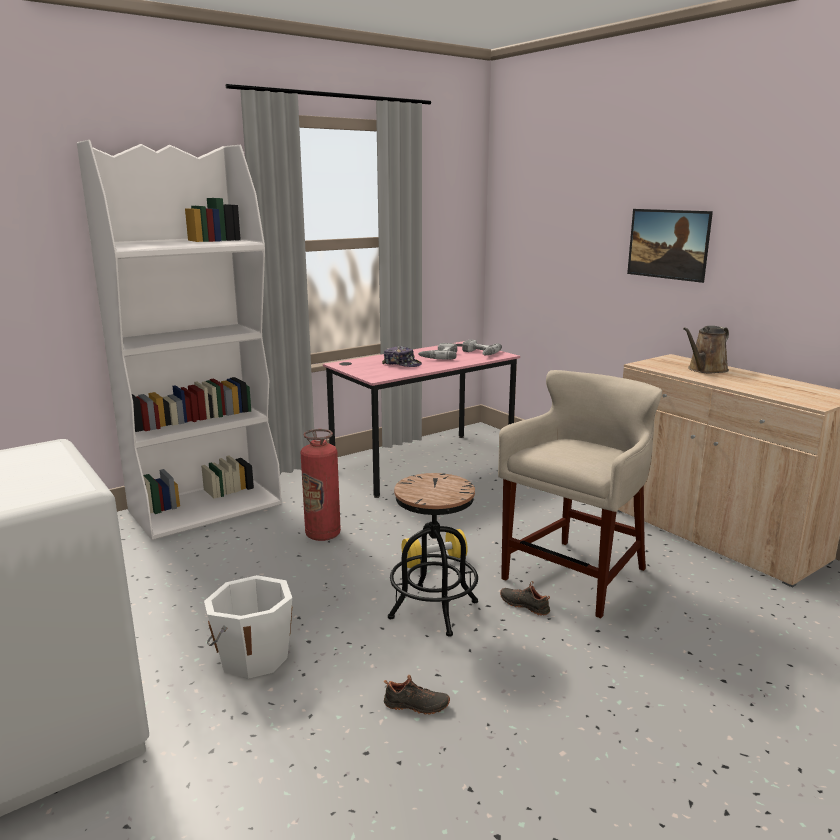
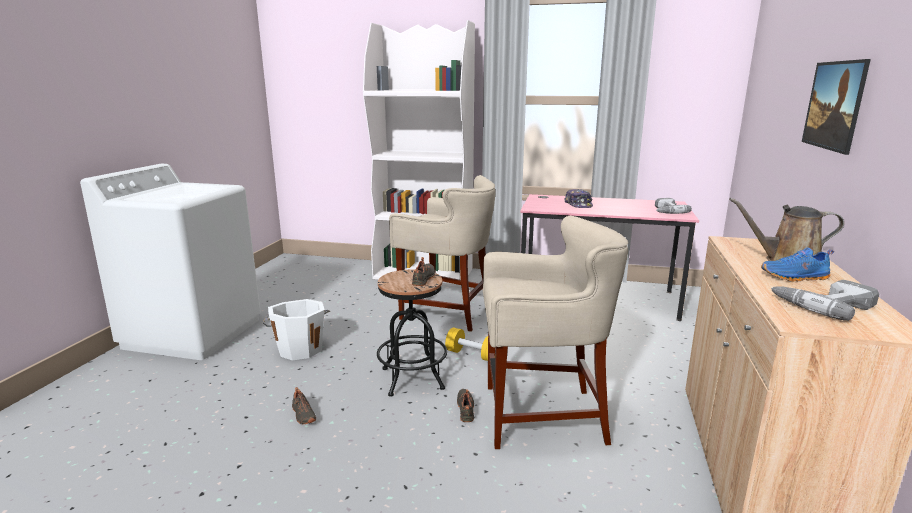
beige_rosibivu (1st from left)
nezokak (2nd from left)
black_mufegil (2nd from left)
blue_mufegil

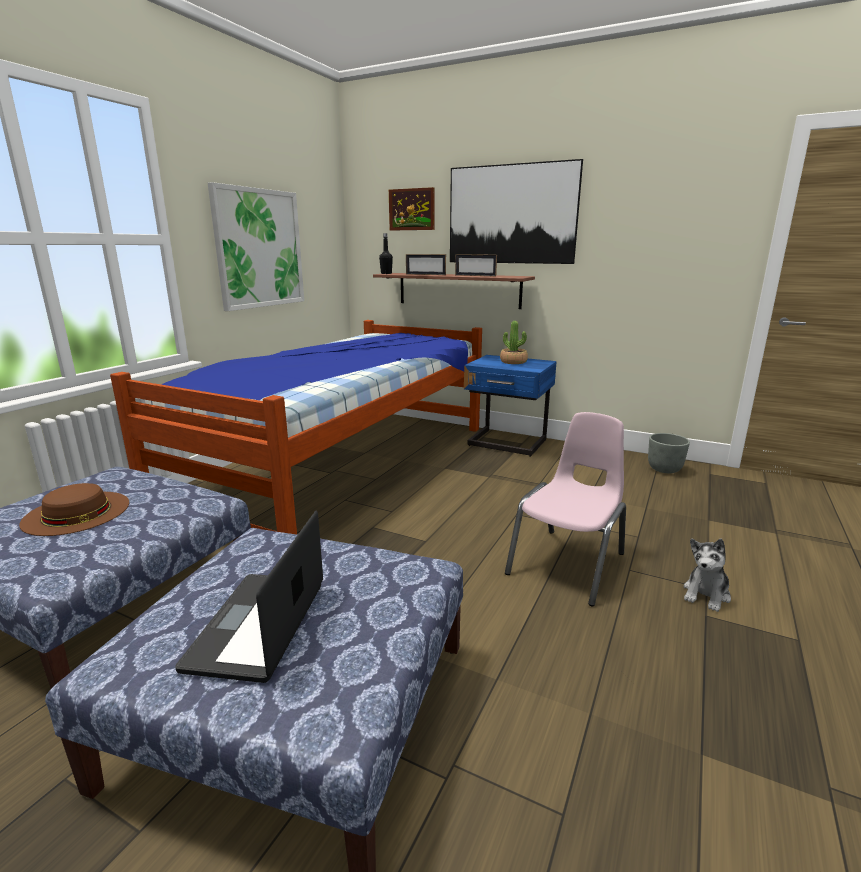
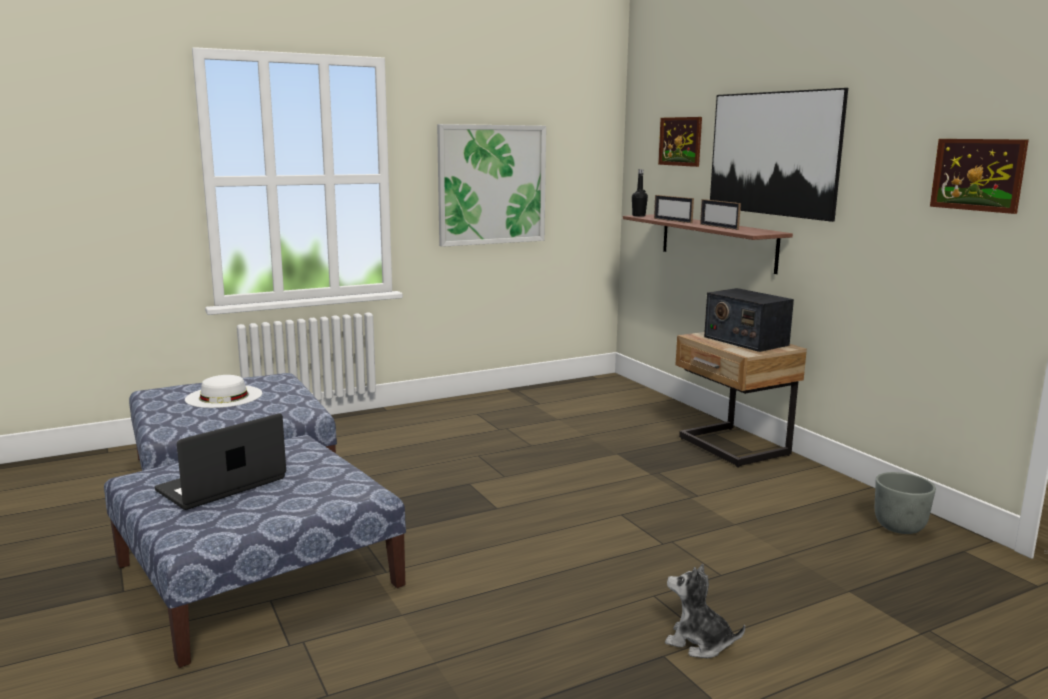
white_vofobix
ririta
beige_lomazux
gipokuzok
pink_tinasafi
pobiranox
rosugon (4th from left)

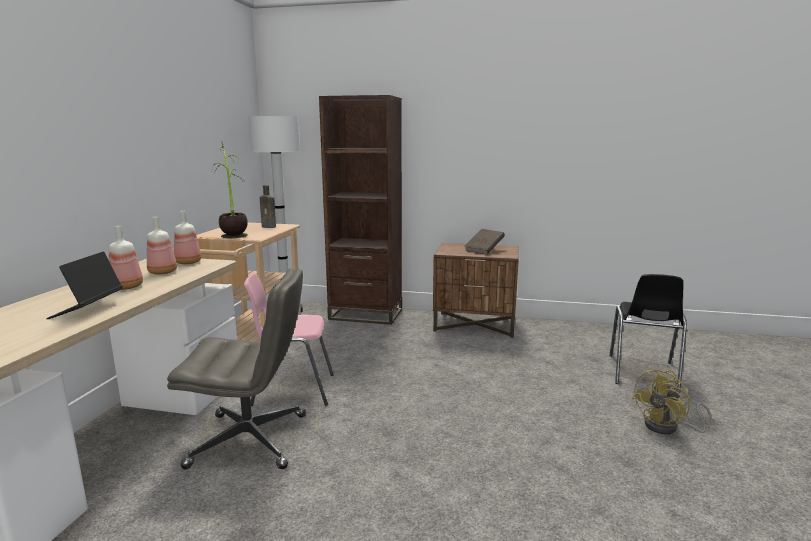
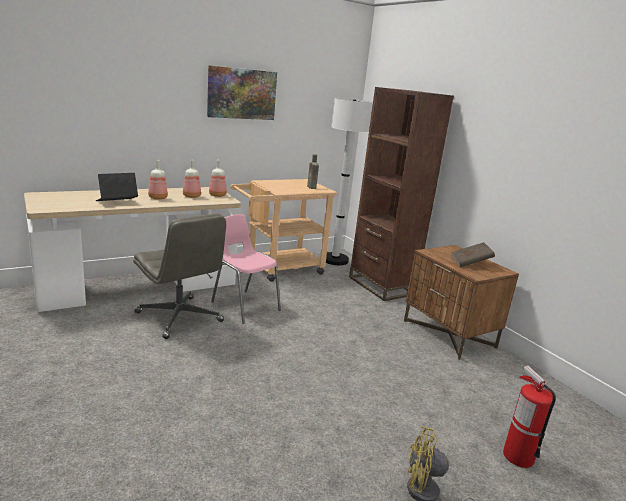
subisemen
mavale
rosugon

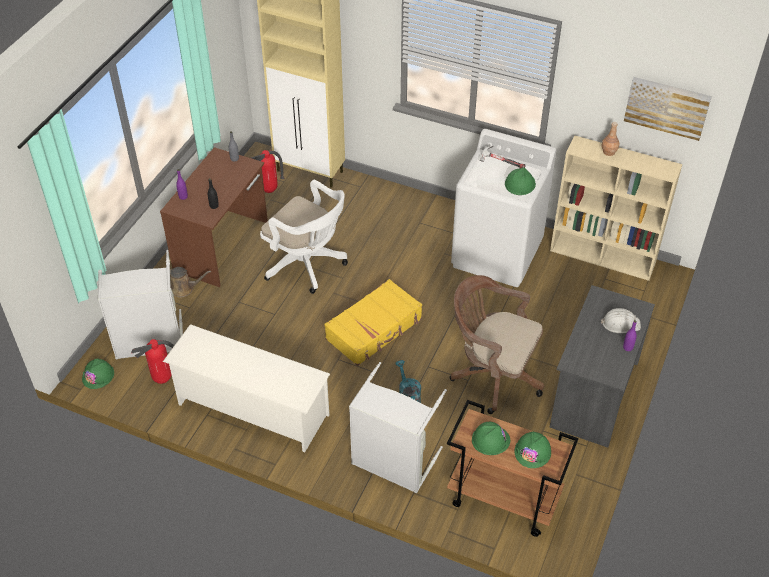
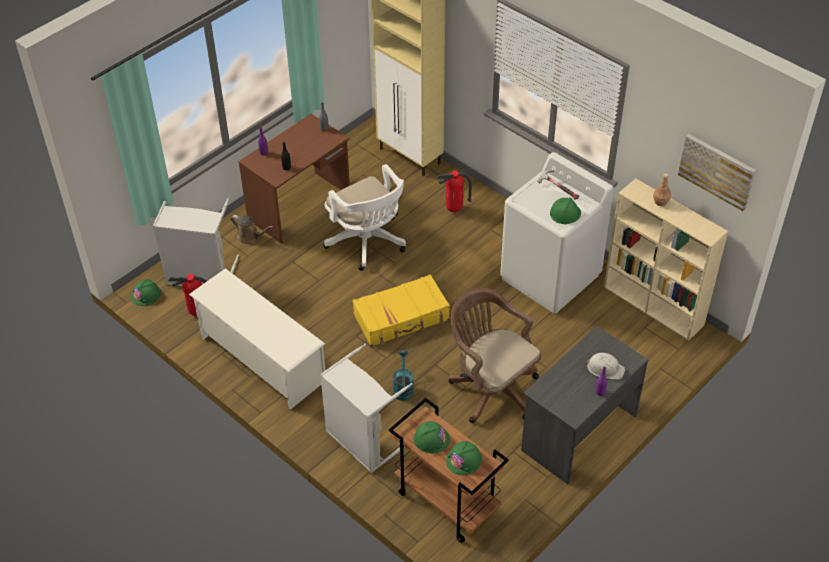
mavale (2nd from left)

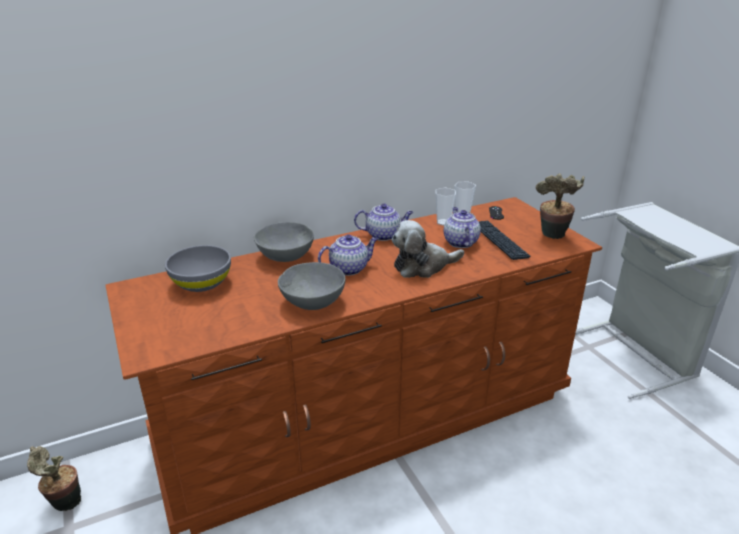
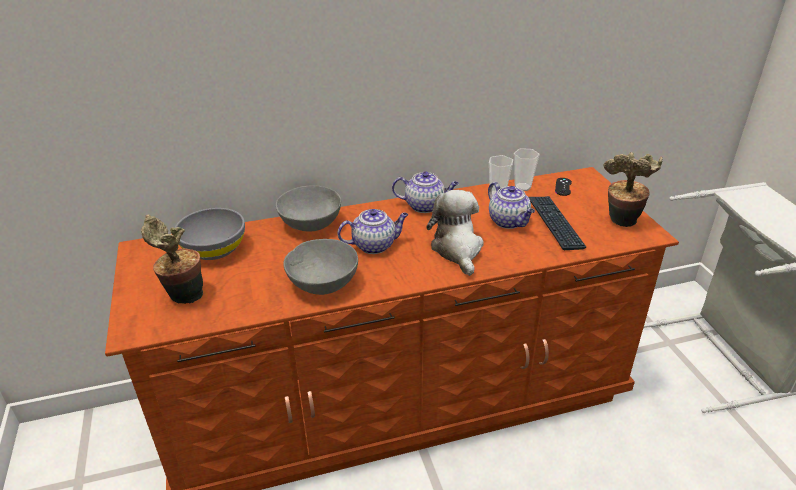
subisemen (1st from left)
pobiranox
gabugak (3rd from left)

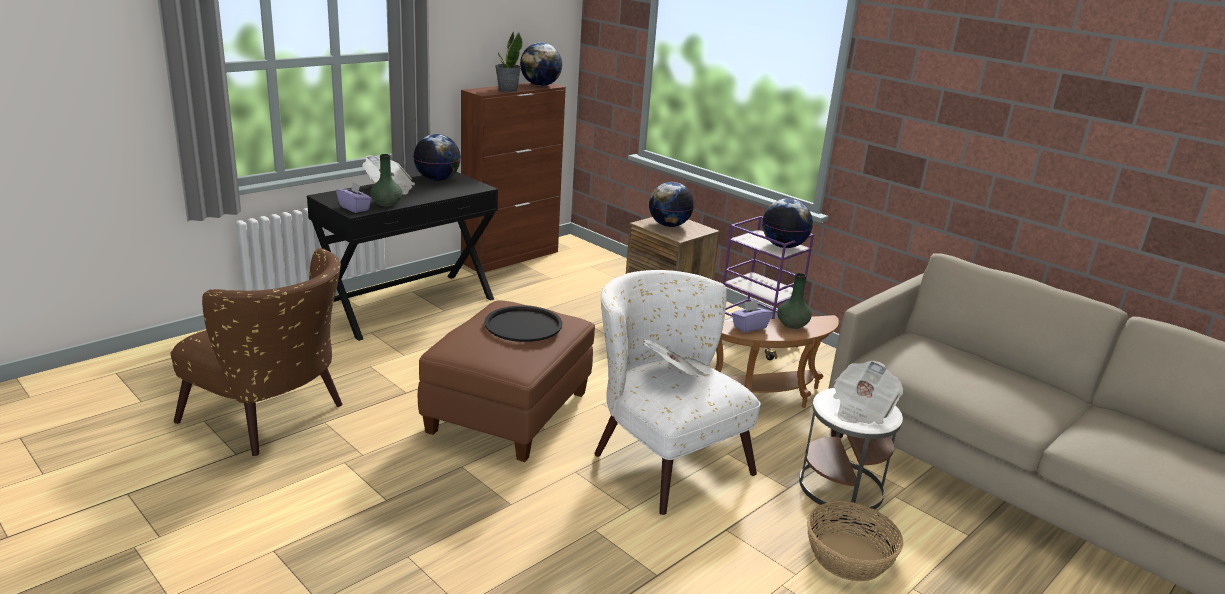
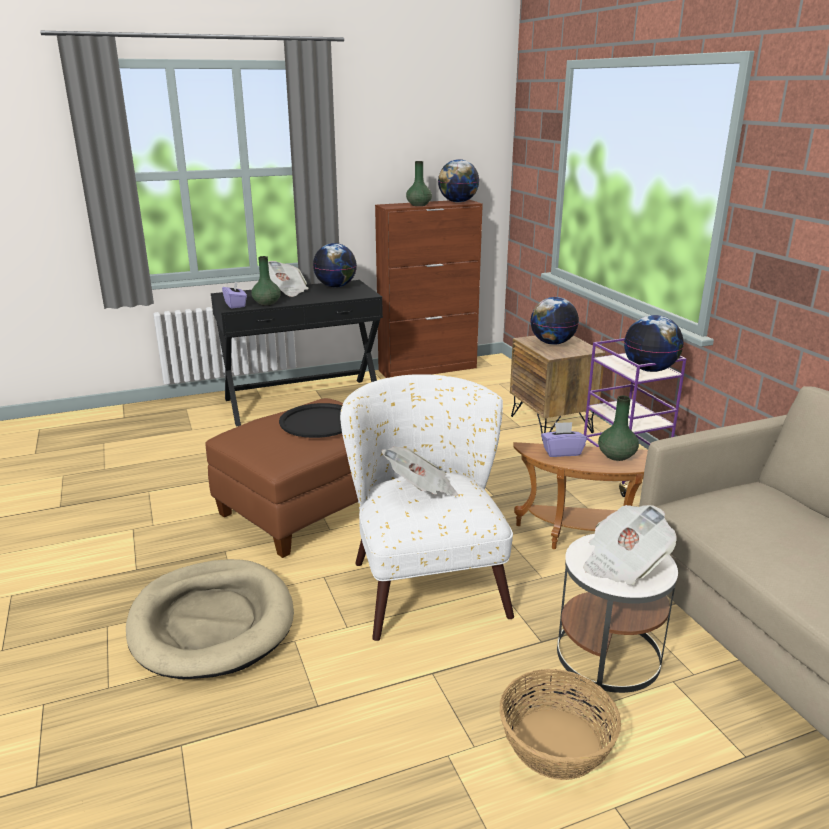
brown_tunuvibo
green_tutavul (2nd from left)
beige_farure

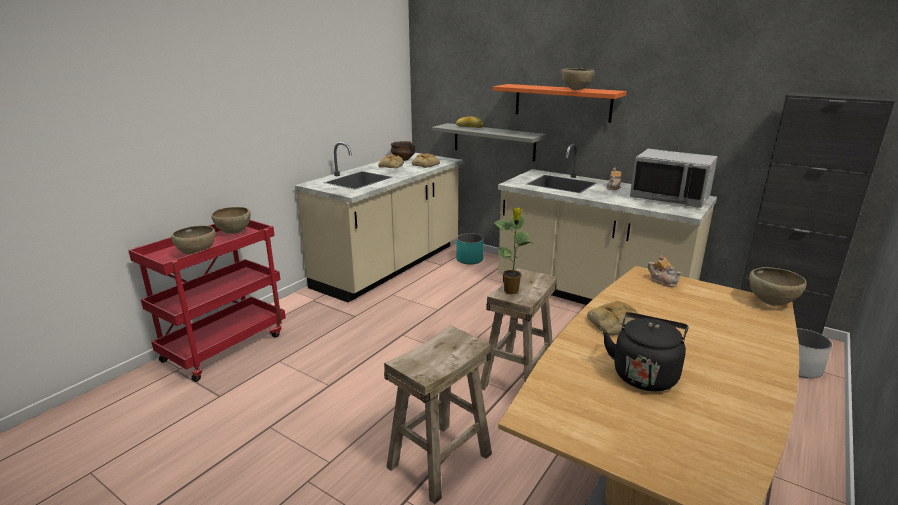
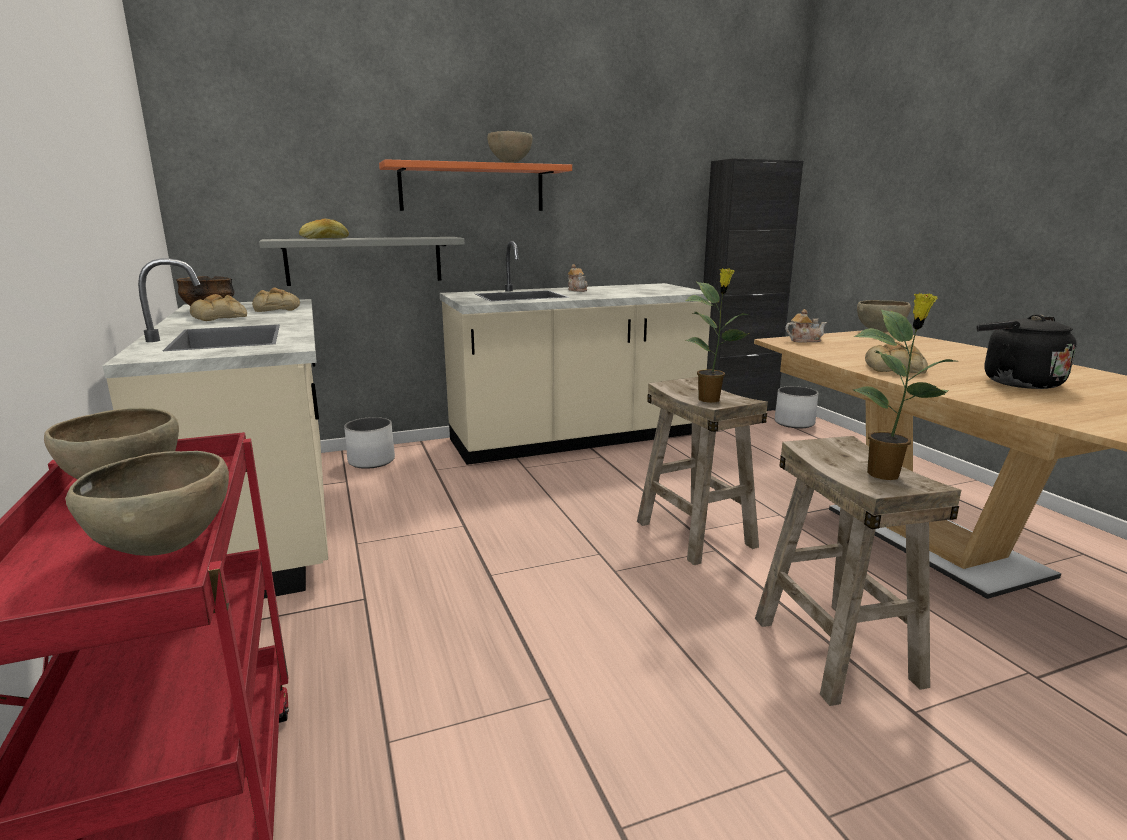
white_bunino (1st from left)
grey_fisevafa
subisemen (2nd from left)

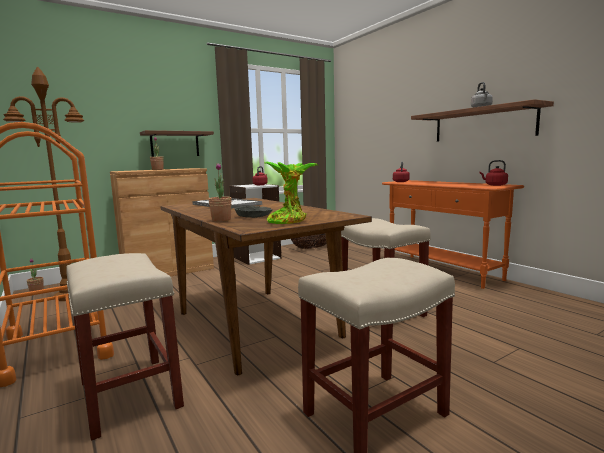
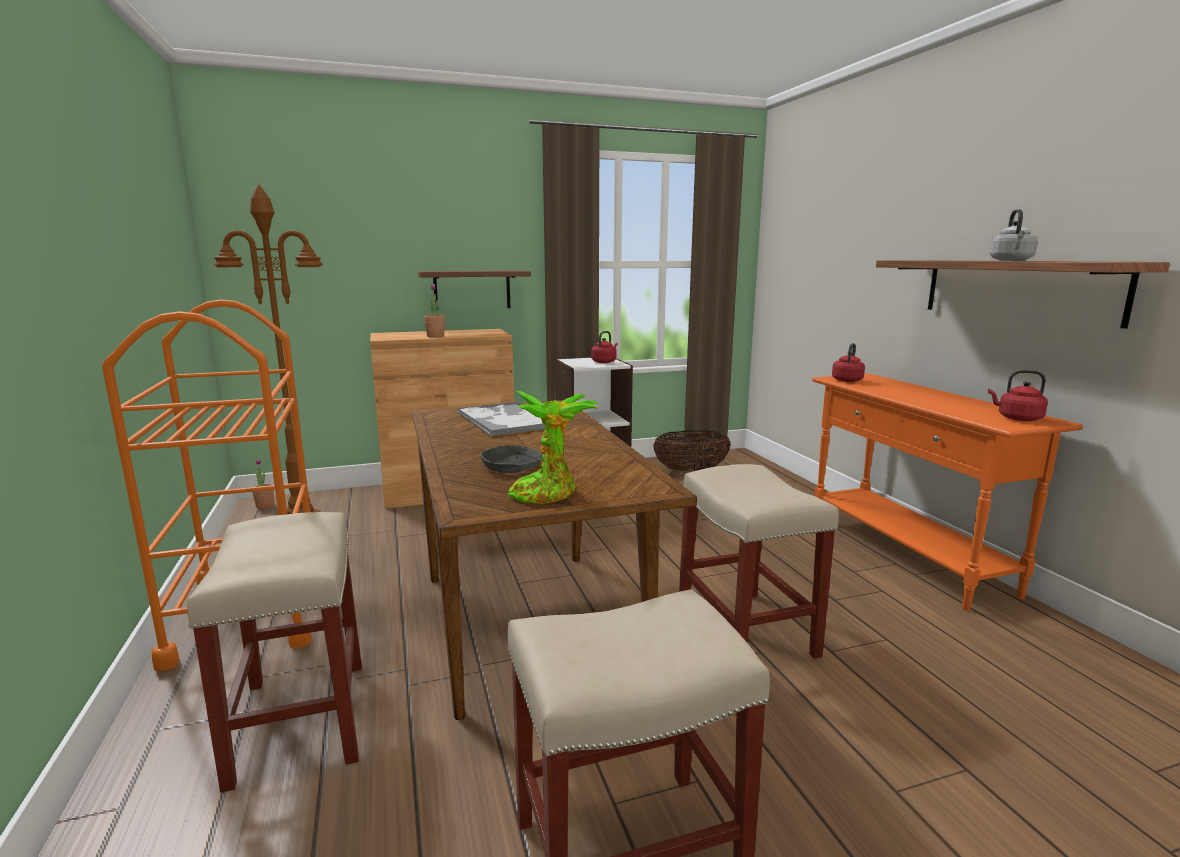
subisemen (3rd from left in the first image)

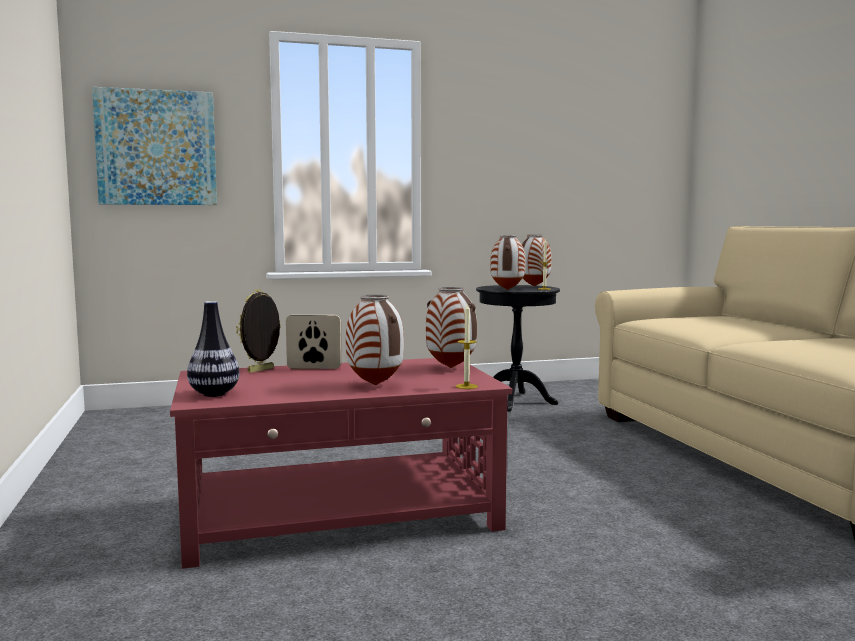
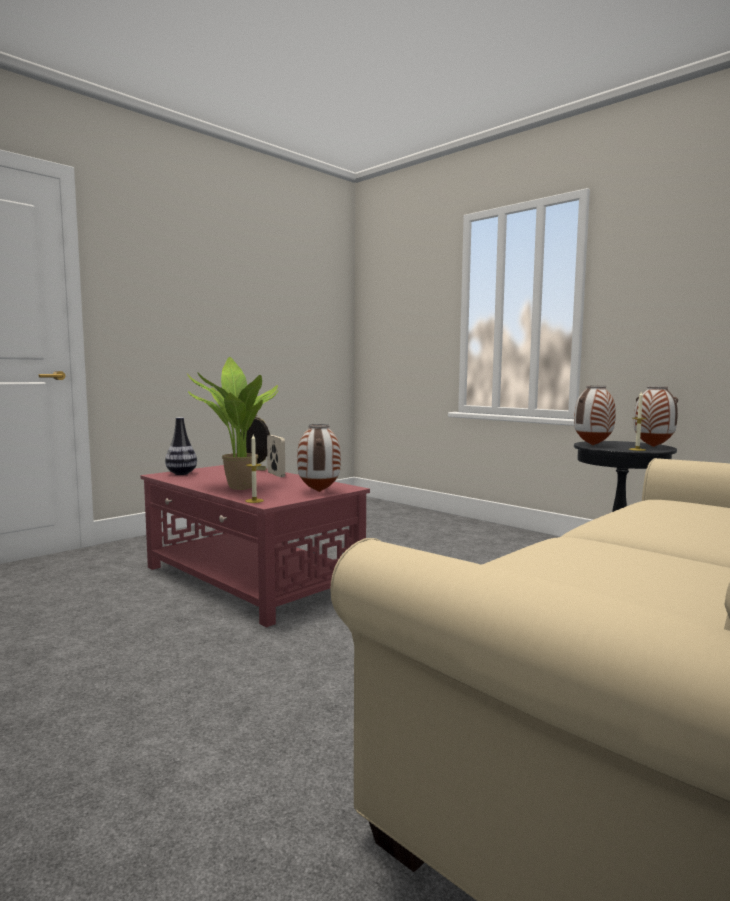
rosugon
subisemen

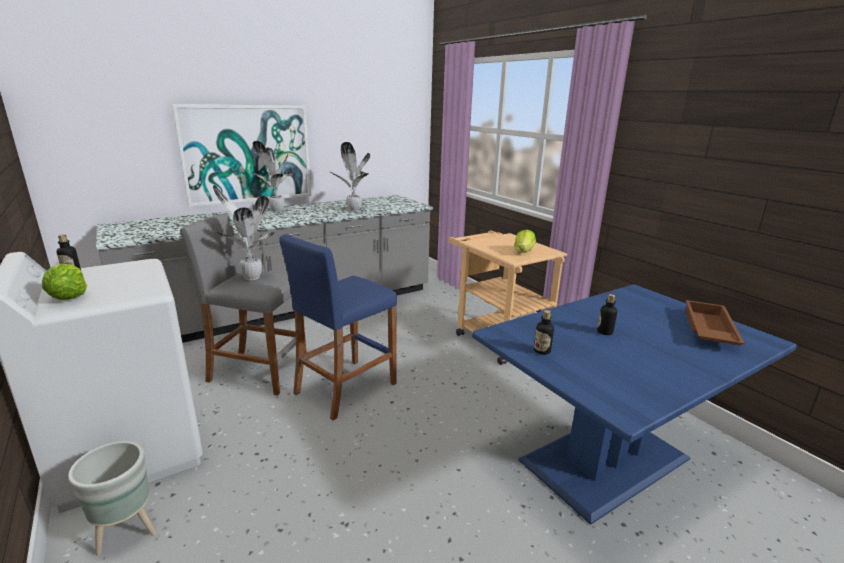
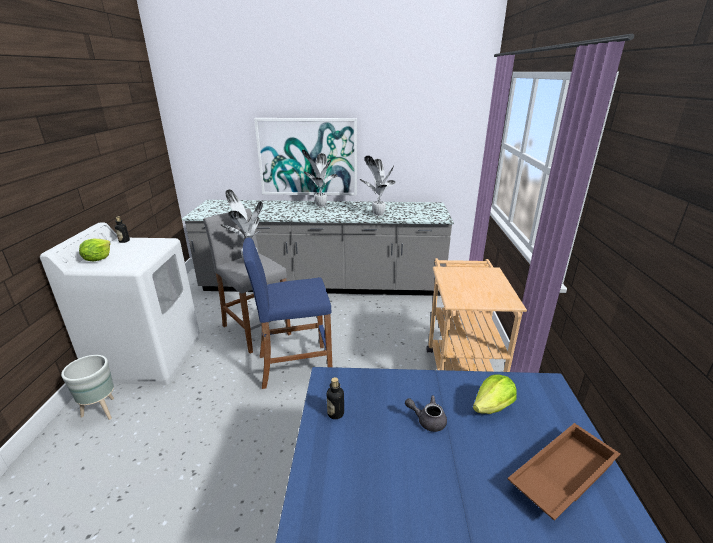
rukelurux (2nd from left)
grey_gabugak

